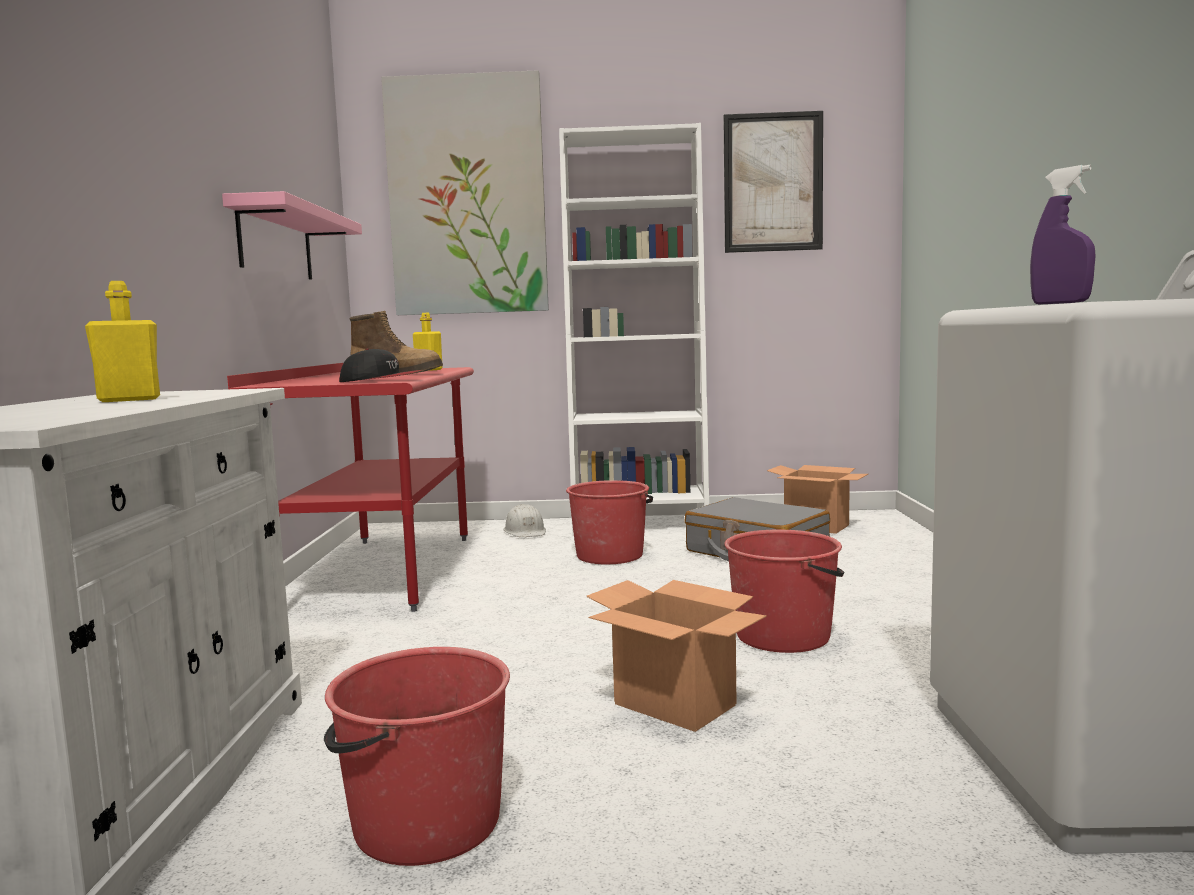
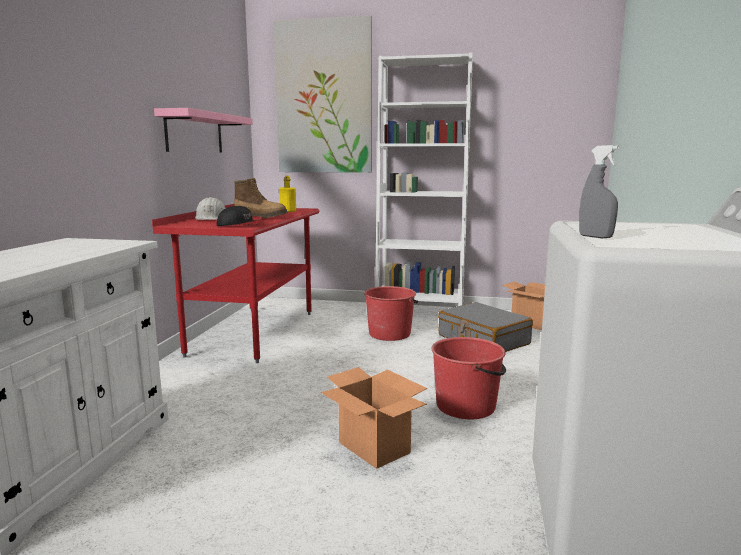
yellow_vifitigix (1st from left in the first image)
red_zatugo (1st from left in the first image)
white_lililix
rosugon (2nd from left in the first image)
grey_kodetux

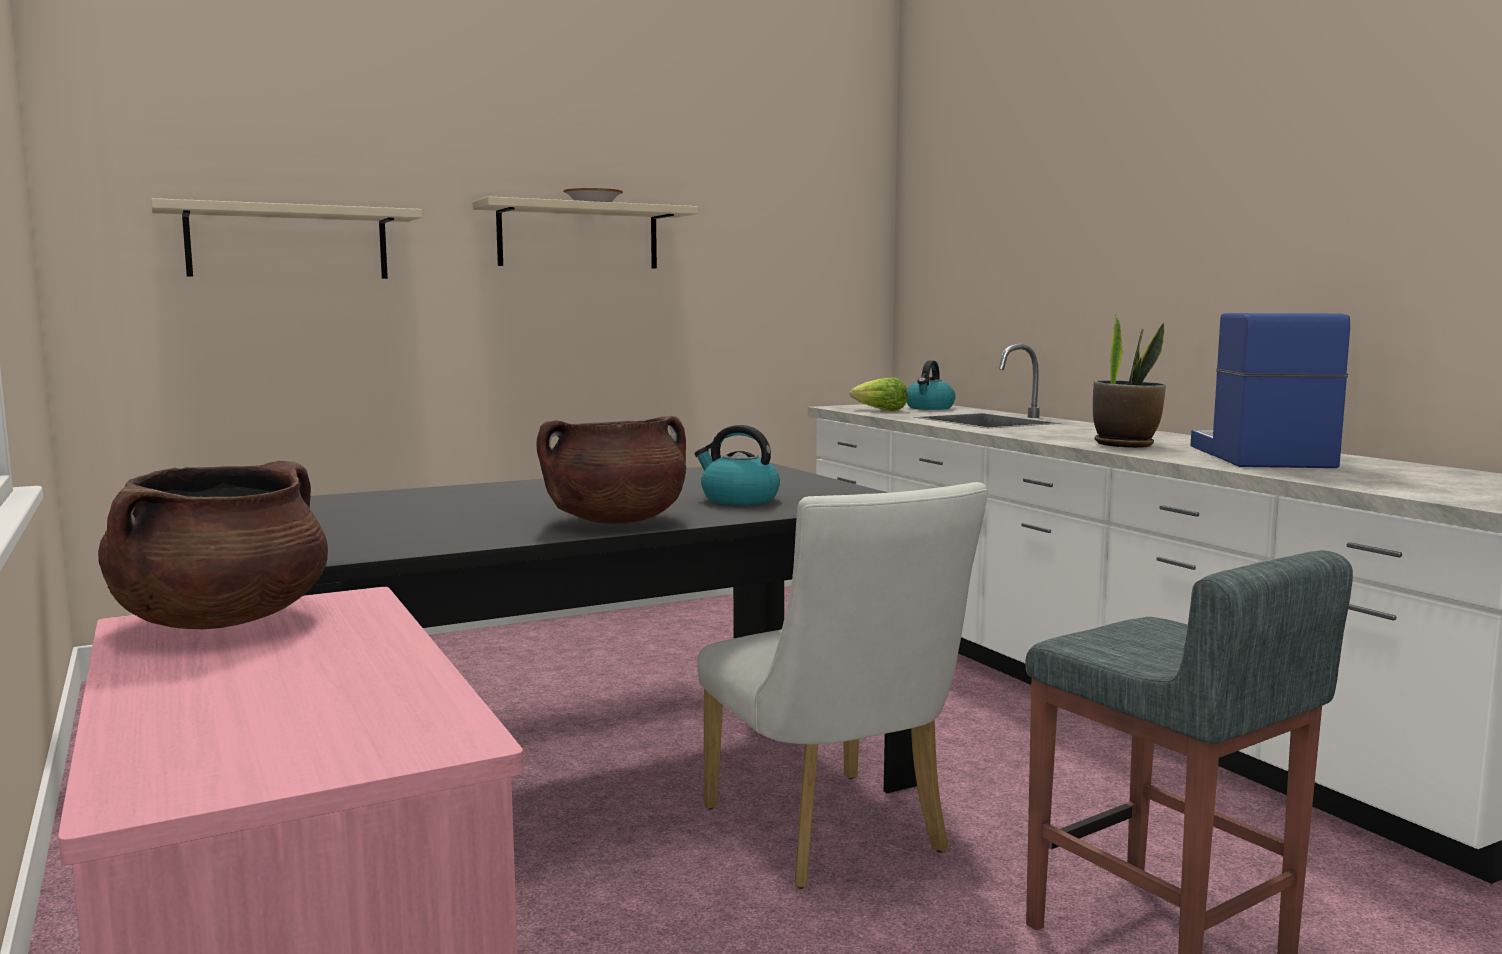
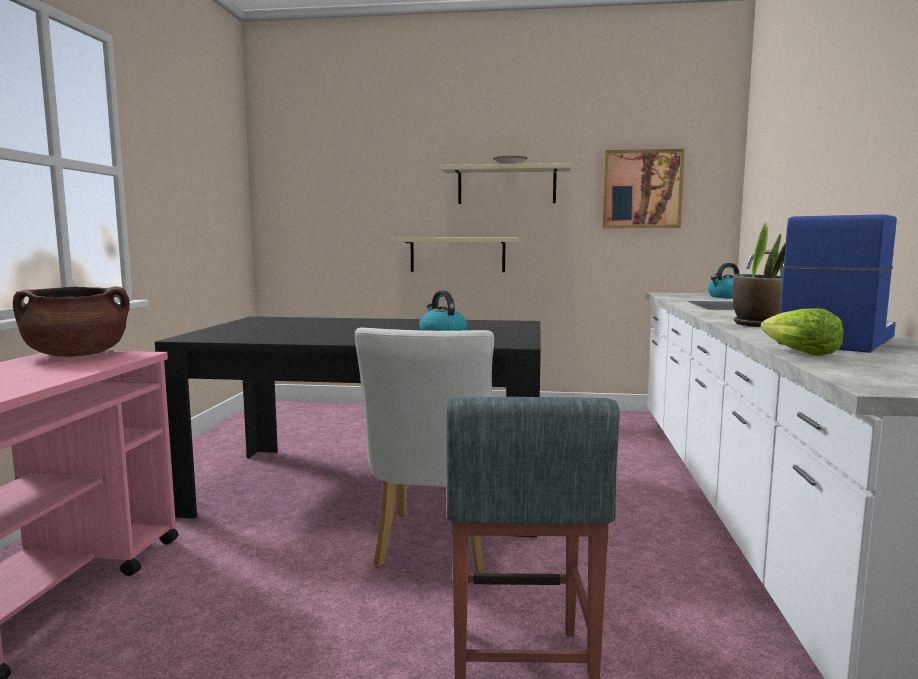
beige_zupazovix (1st from left)
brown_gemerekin (2nd from left in the first image)
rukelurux
rosugon

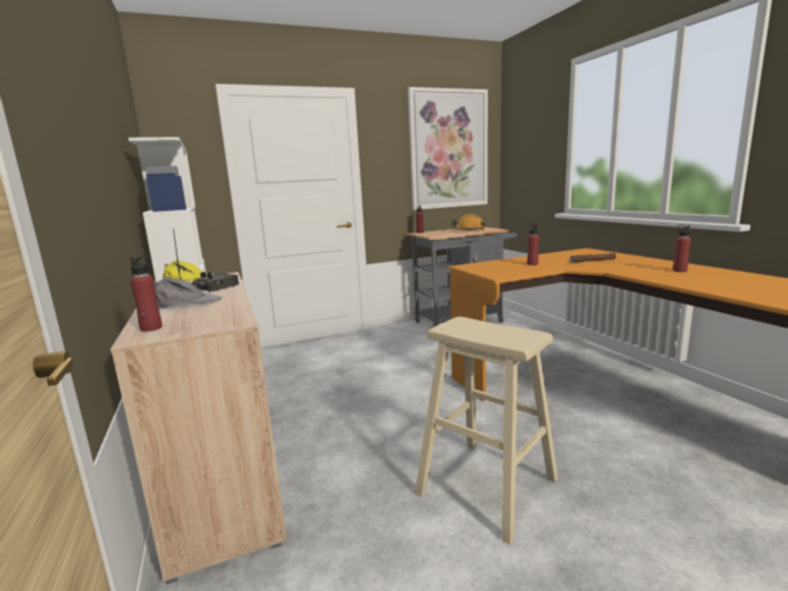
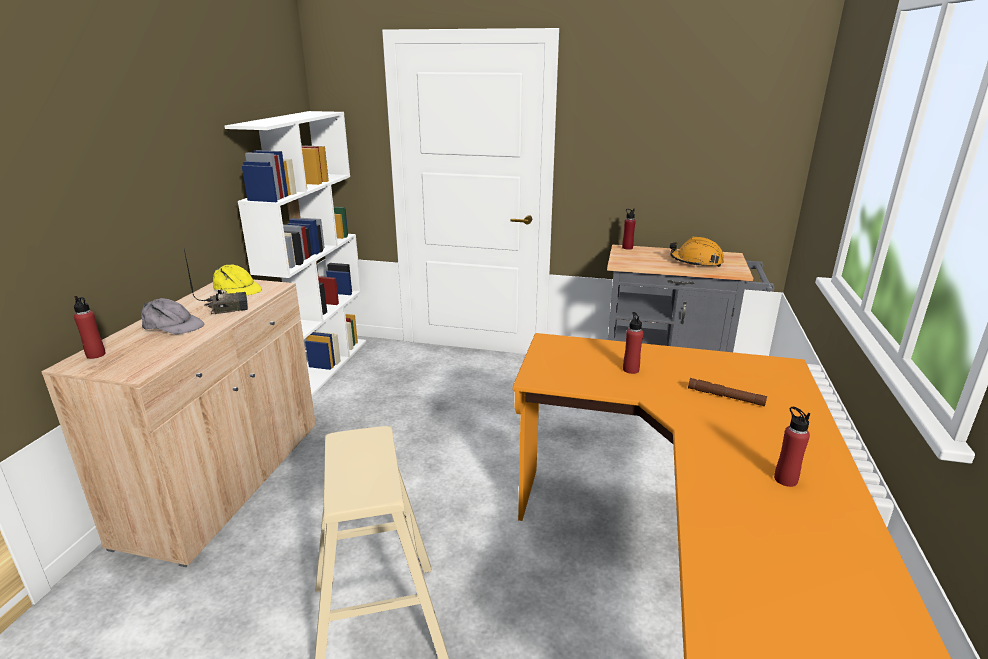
rosugon

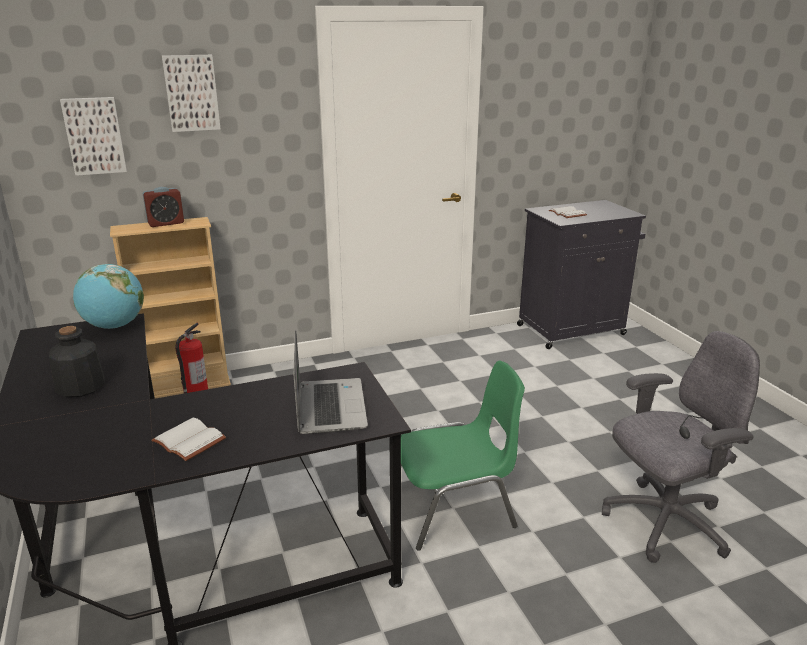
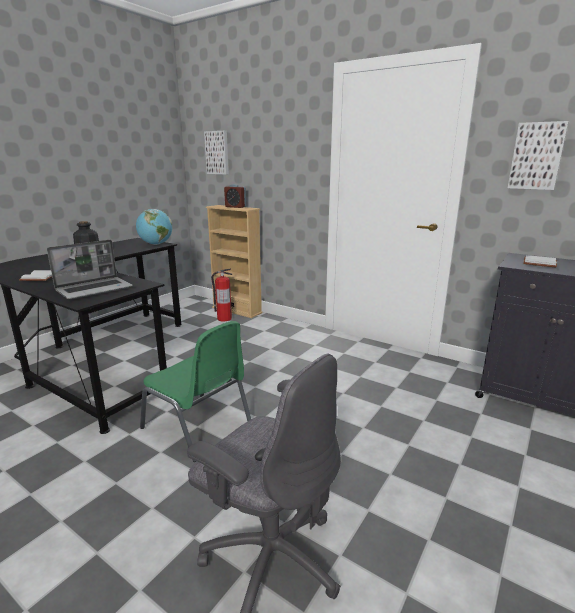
rosugon (2nd from left)

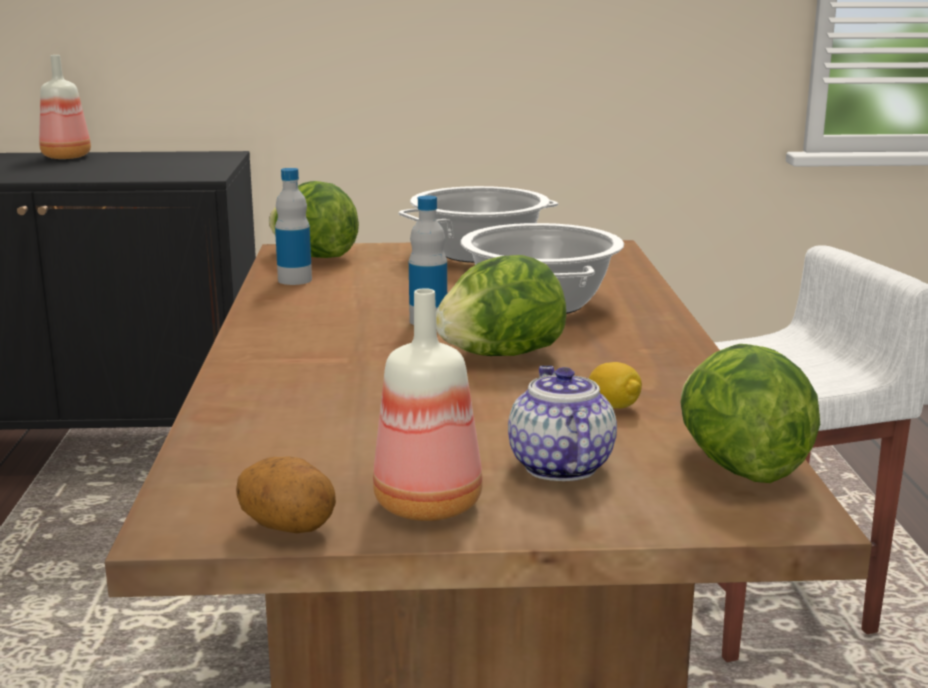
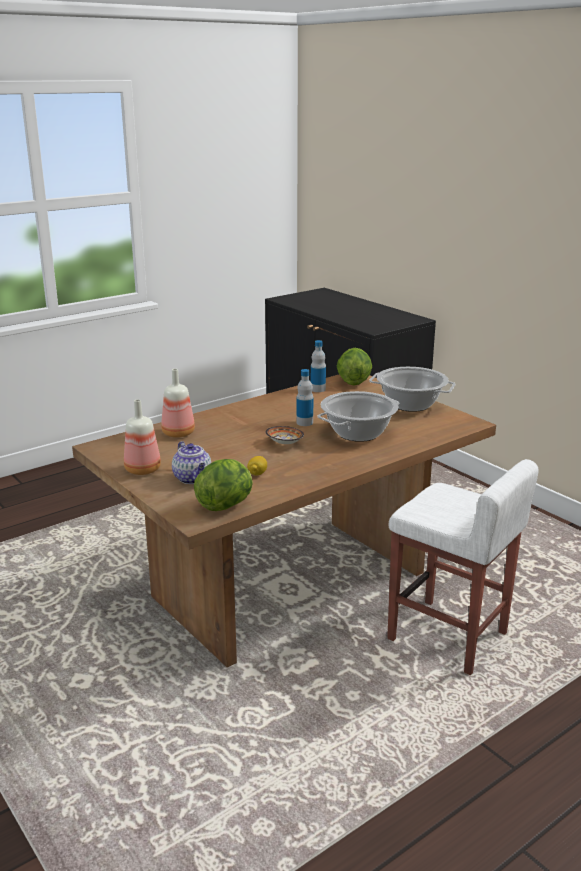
vifitigix (2nd from left)
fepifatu
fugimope
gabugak

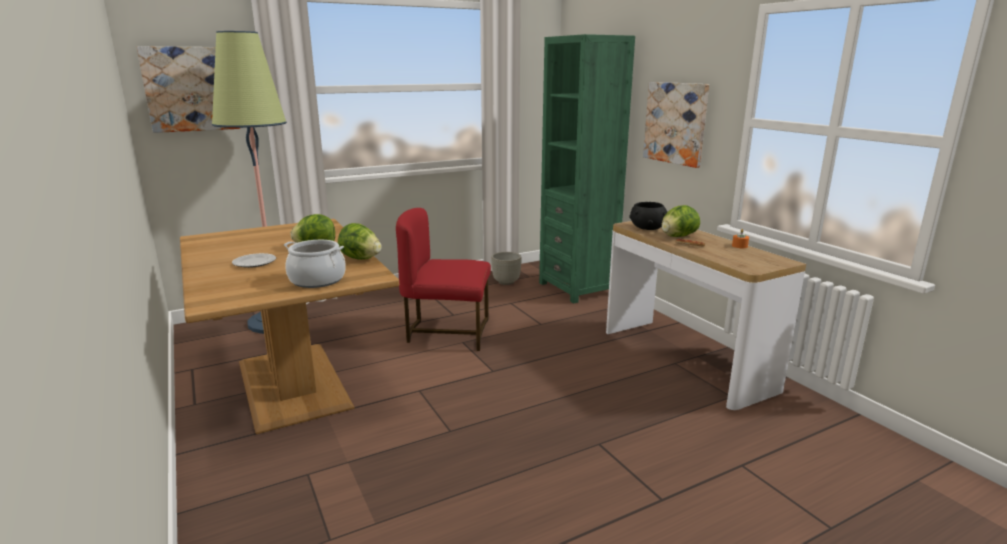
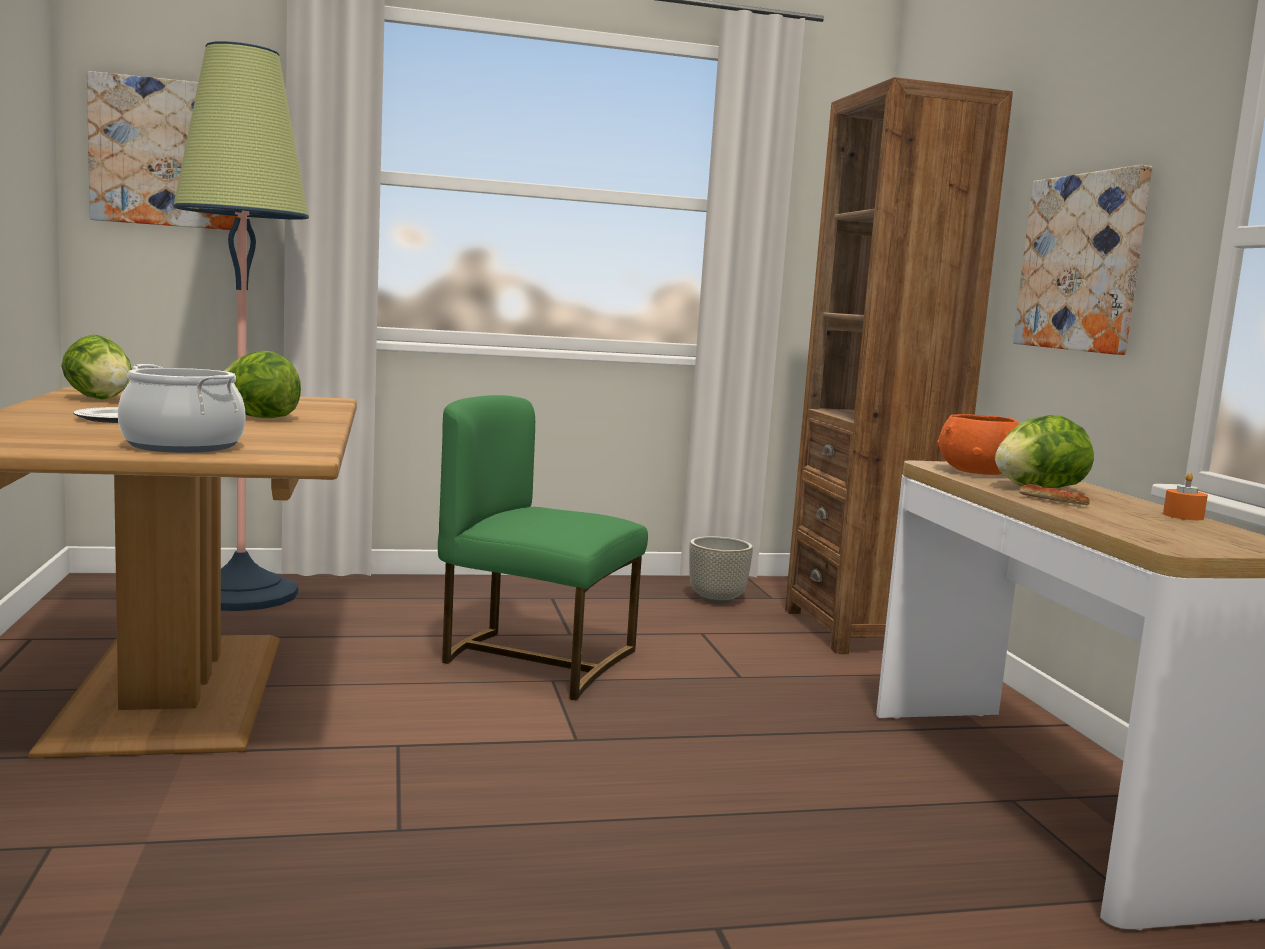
rukelurux (1st from left)
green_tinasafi
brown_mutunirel
orange_fugimope

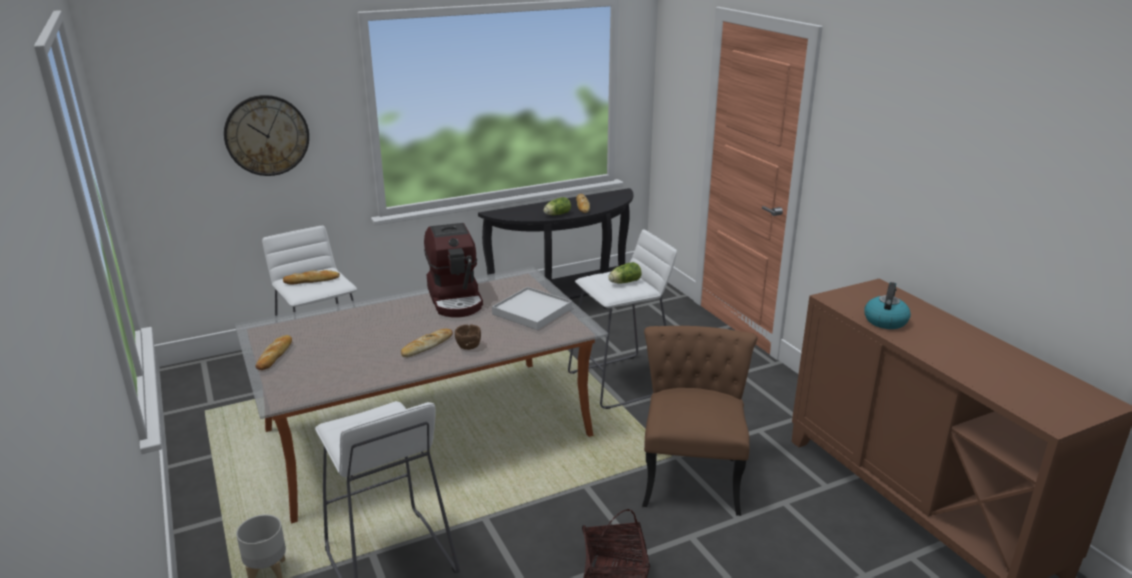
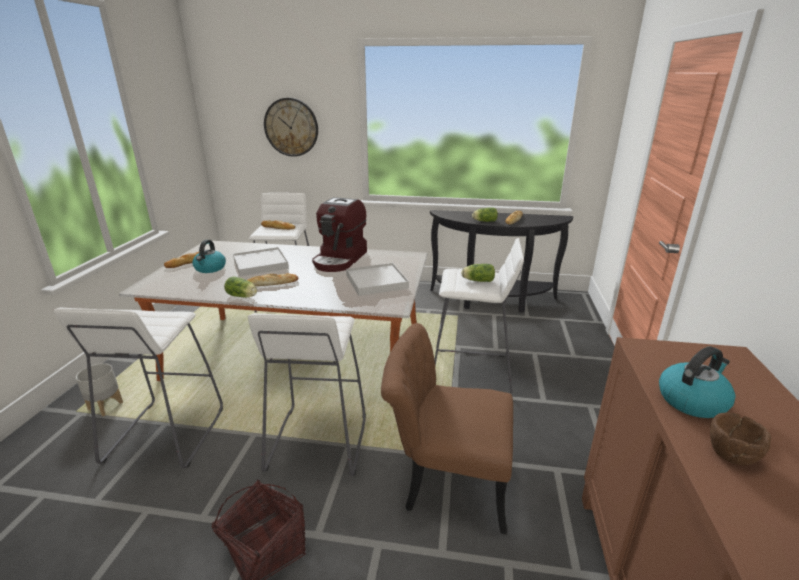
brown_fugimope
brown_tinasafi
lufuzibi (1st from left)
rukelurux (1st from left)
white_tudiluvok (1st from left)
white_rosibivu (3rd from left)

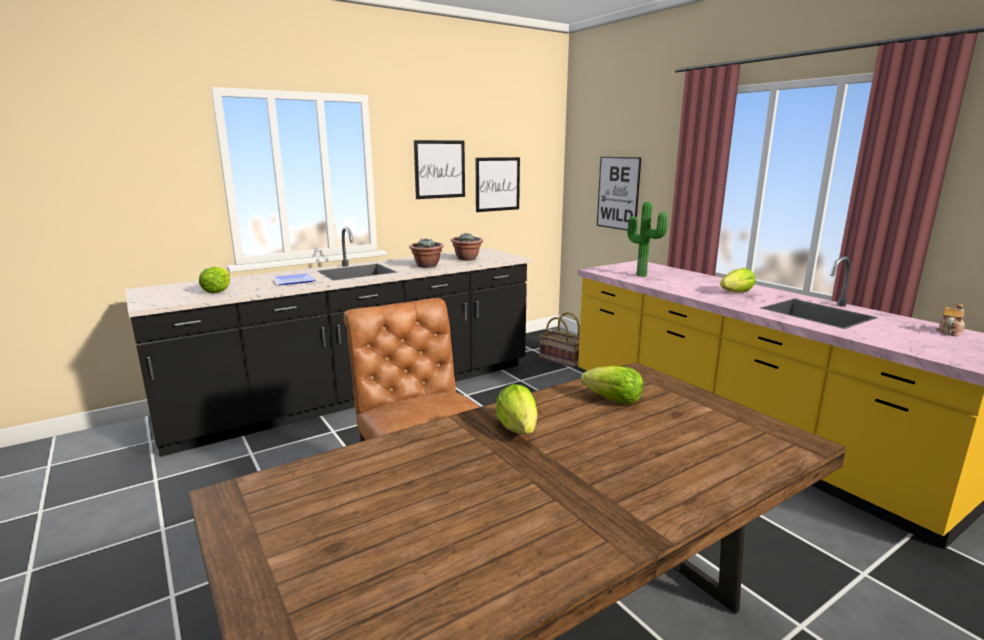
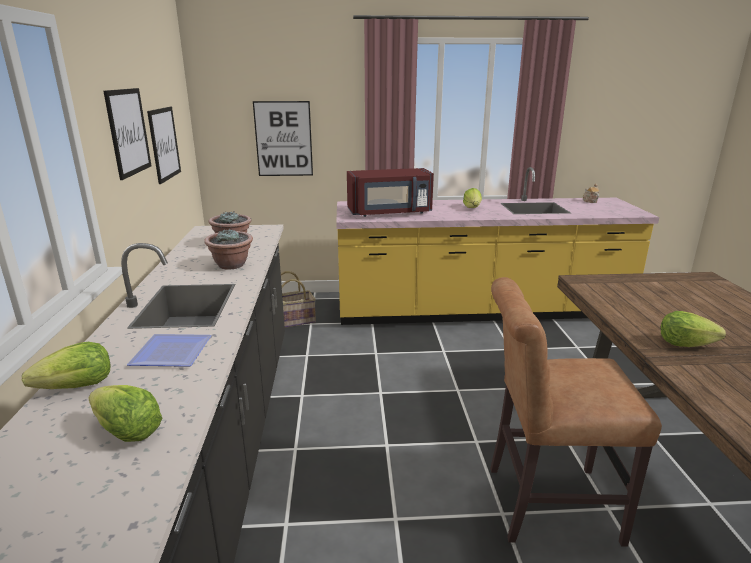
rukelurux (1st from left)
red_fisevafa

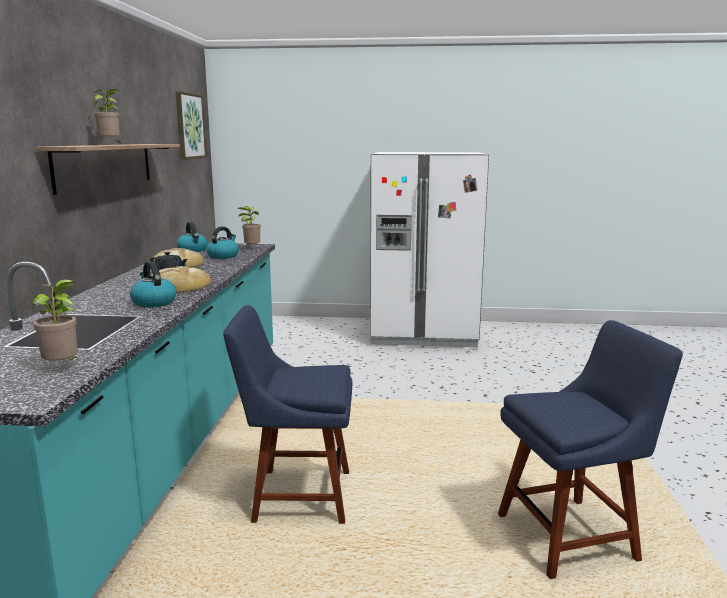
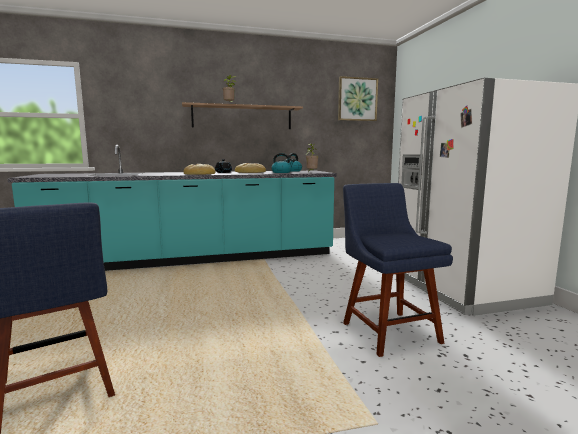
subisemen (1st from left in the first image)
lufuzibi (1st from left in the first image)
blue_tinasafi (2nd from left)

